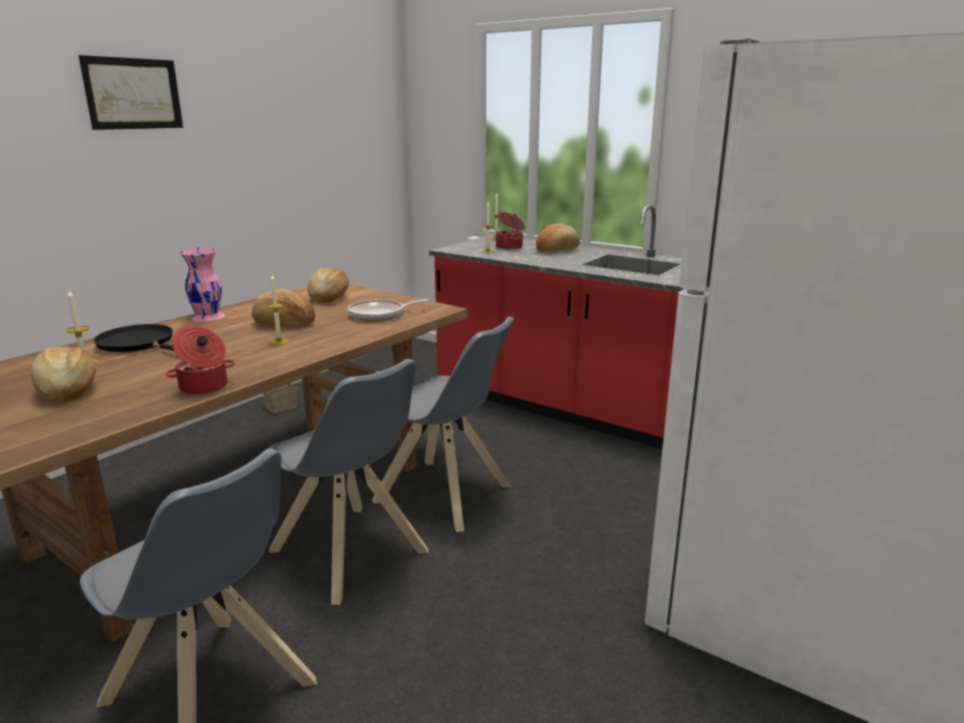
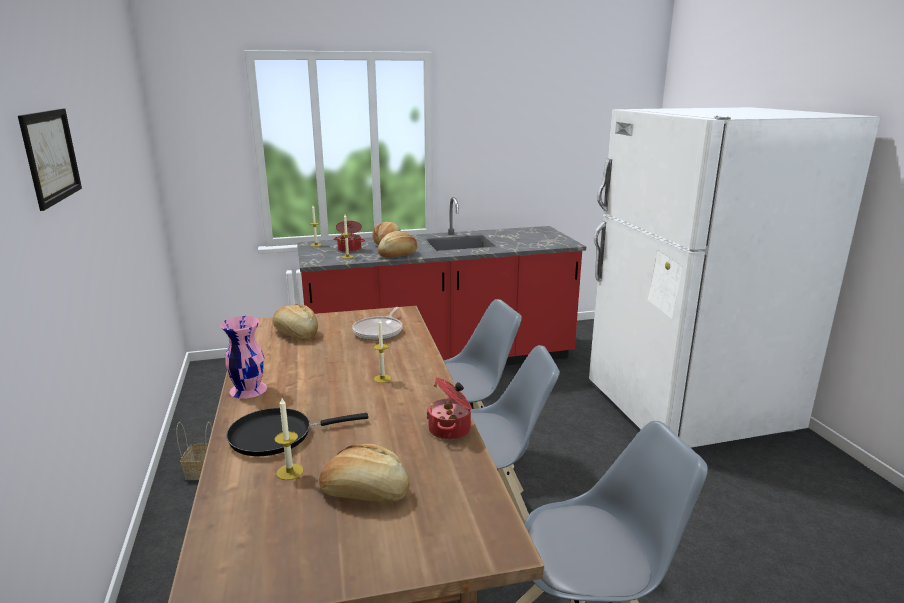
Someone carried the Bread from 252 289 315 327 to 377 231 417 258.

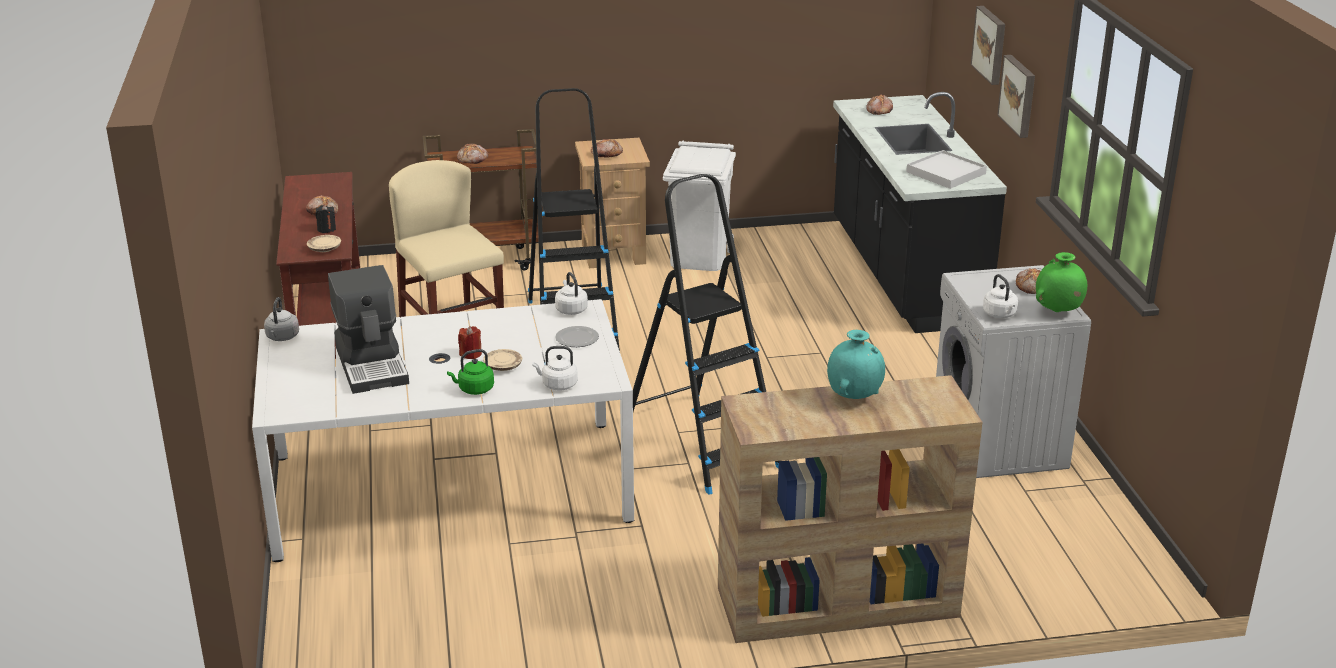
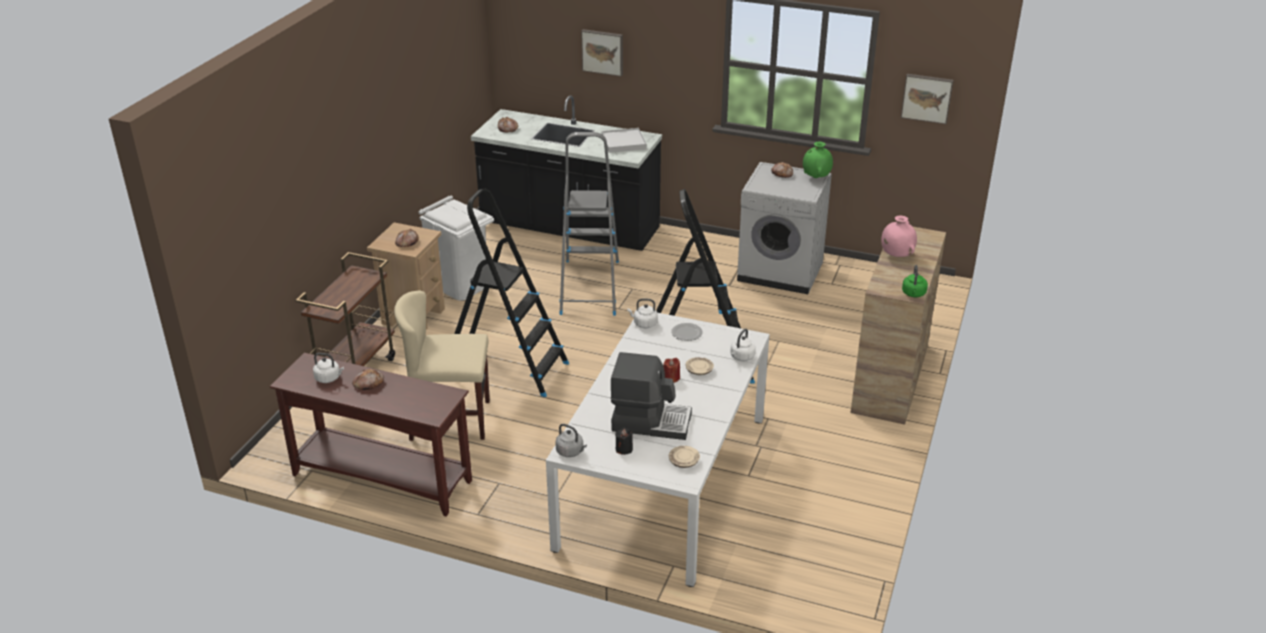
Someone took away the Bread at 457 144 488 164.
Someone put down the GreyStepLadder at 560 132 619 316.
Someone carried the BeigePlate from 307 235 341 252 to 669 446 700 468.
Someone carried the BlackCandle from 315 205 336 233 to 616 427 633 455.
Someone carried the GreenKettle from 447 349 494 395 to 902 265 928 297.
Someone carried the WhiteKettle from 983 274 1018 318 to 313 353 344 383.
Someone carried the Picture from 997 55 1035 138 to 901 74 953 124.
Someone repainted the TurquoiseVase at 827 330 885 399, which became the PinkVase at 881 216 917 257.

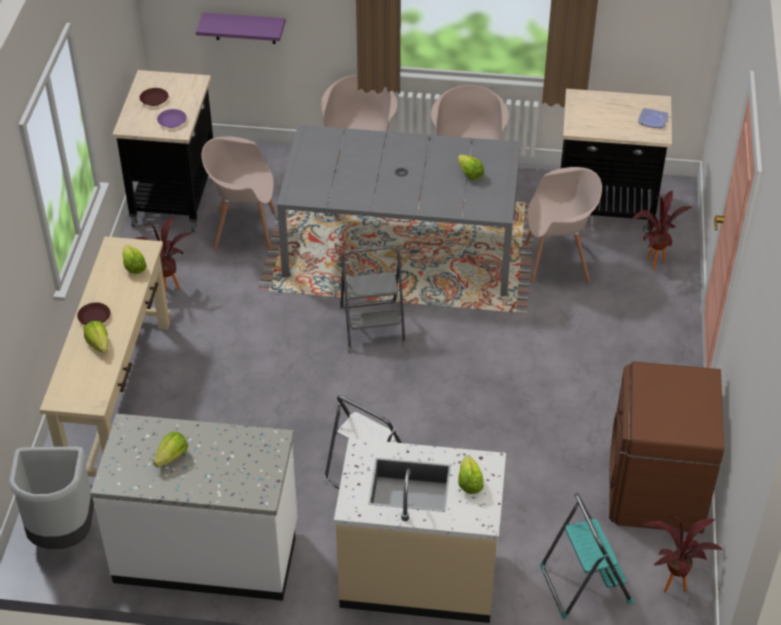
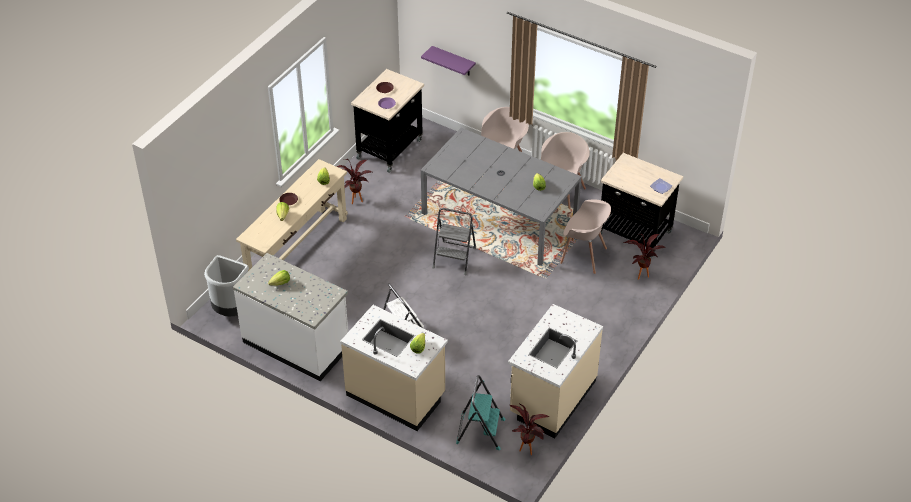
Someone took away the BeigeChair at 202 136 275 250.
Someone swapped the BrownWashingMachine at 609 362 724 534 for the BeigeCounter at 508 304 603 438.

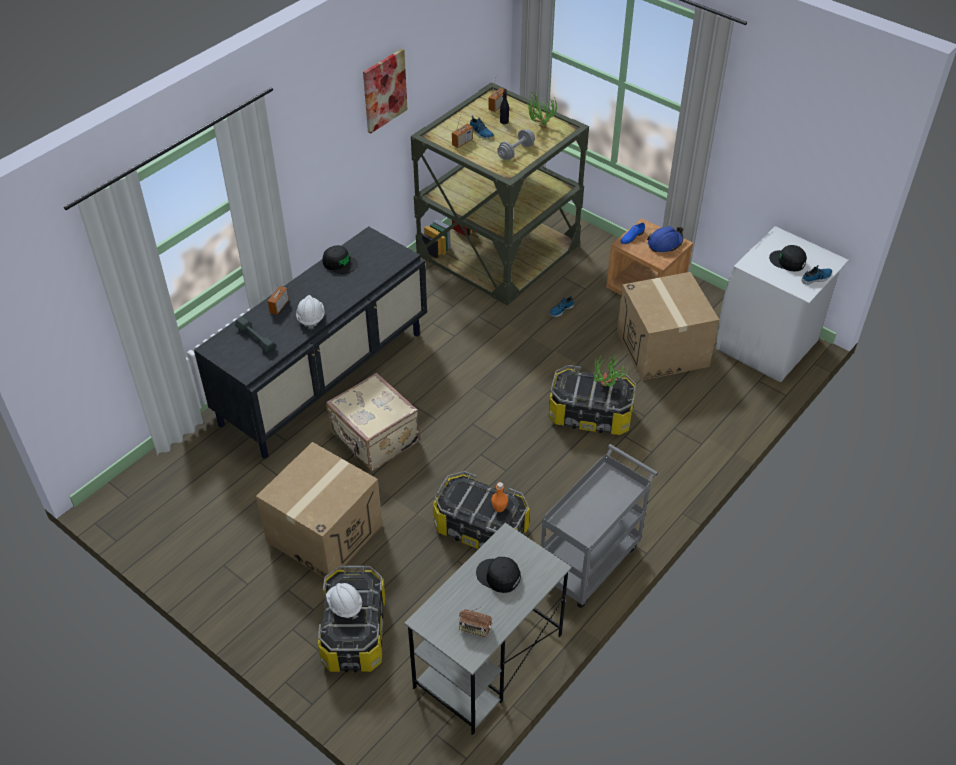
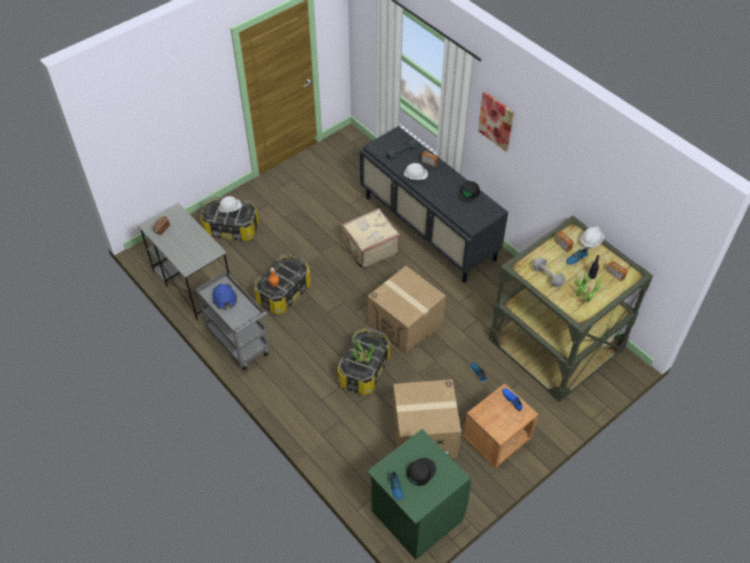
Someone took away the BlackCap at 476 557 521 593.
Someone put down the WhiteHardHat at 581 227 605 249.
Someone carried the CardboardBox from 256 442 382 578 to 368 266 446 356.
Someone carried the Picture from 363 49 408 134 to 478 91 514 152.
Someone carried the BlueHardHat from 647 226 683 252 to 212 283 237 309.
Someone repainted the WhiteWashingMachine at 716 226 849 382, which became the GreenWashingMachine at 367 429 471 560.

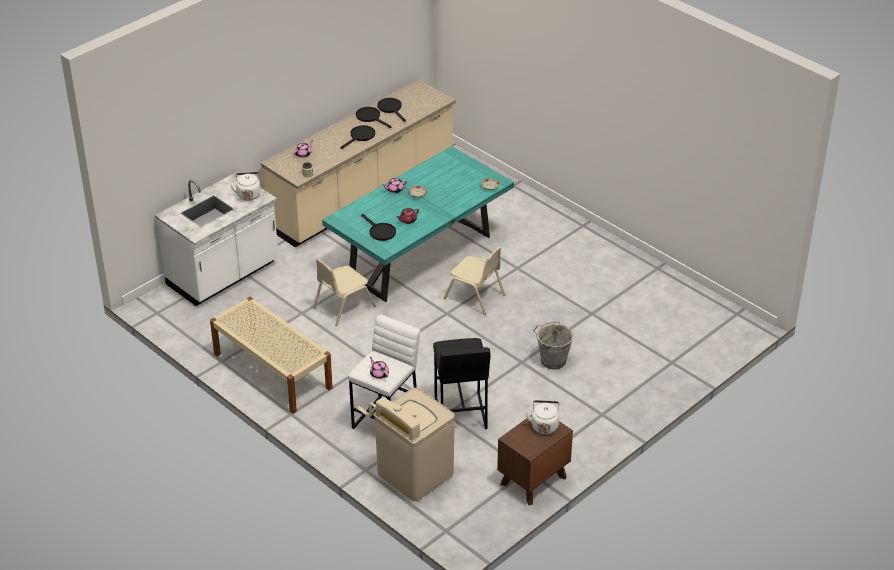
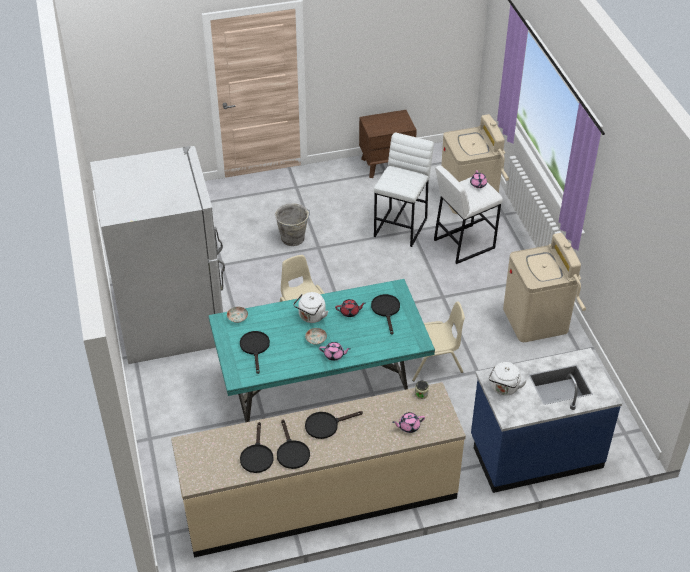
Someone put down the WhiteFridge at 90 146 225 364.
Someone put down the BlackFryingPan at 240 331 270 374.
Someone carried the WhiteKettle from 526 400 559 434 to 293 292 328 323.
Someone swapped the BeigeBench at 210 297 333 414 for the BeigeWashingMachine at 503 233 586 342.
Someone repainted the WhiteCounter at 155 172 278 306, which became the BlueCounter at 471 348 622 493.
Someone repainted the BlackStool at 433 338 491 429, which became the WhiteStool at 374 132 434 247.

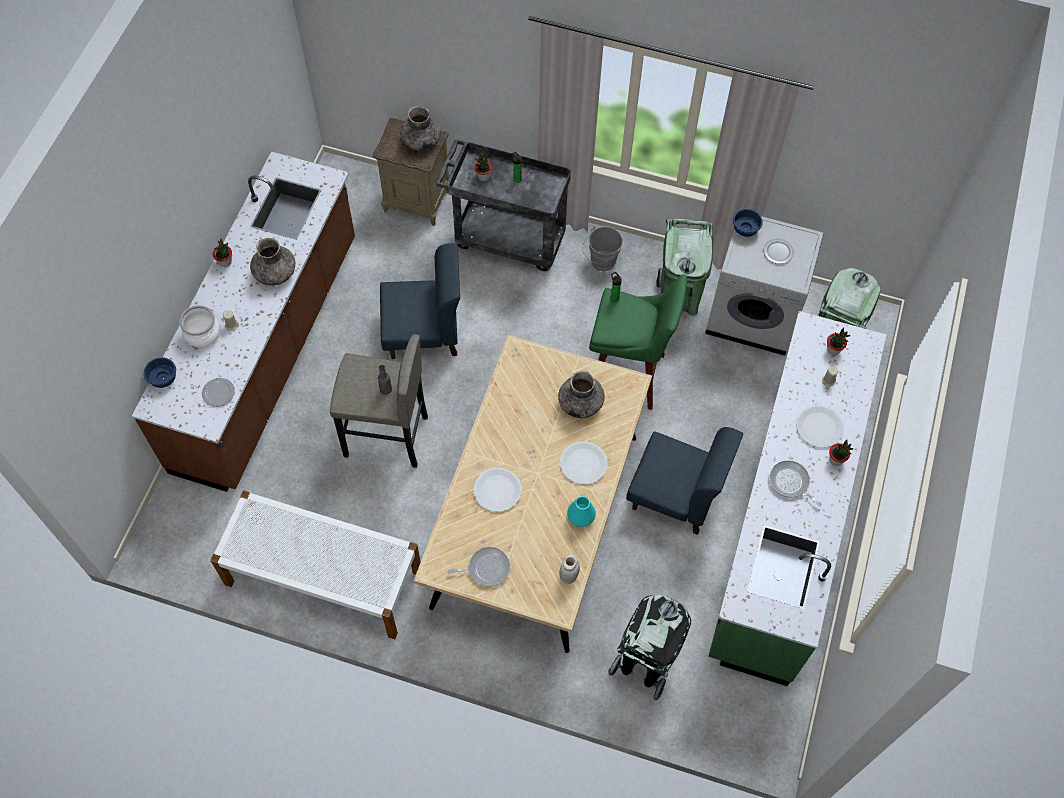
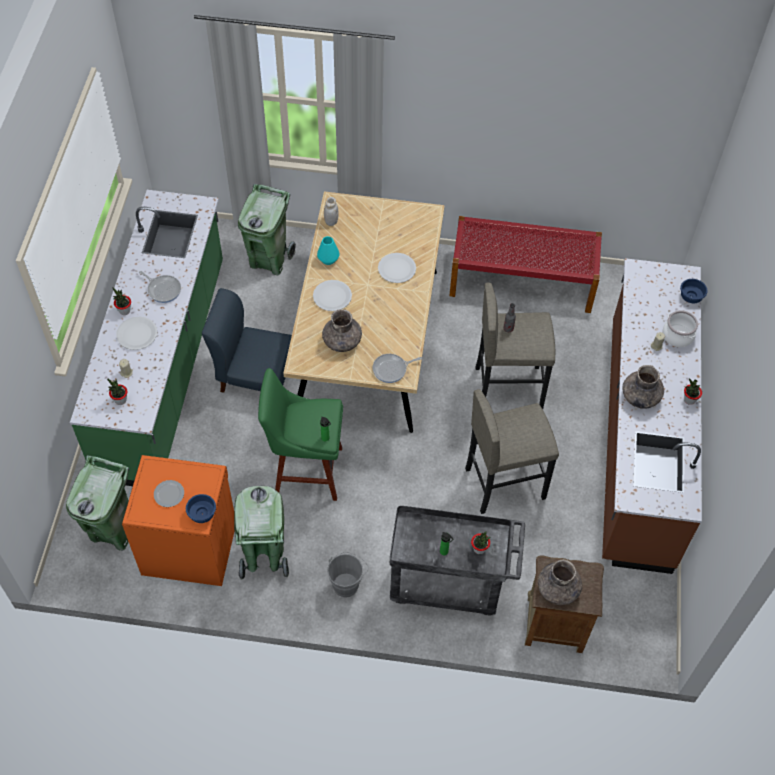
Someone took away the Plate at 202 378 235 407.
Someone carried the FryingPan from 448 547 511 586 to 373 354 422 383.
Someone swapped the BlueChair at 380 243 460 359 for the GreyStool at 465 389 559 514.
Someone repainted the WhiteBench at 210 490 421 639, which became the RedBench at 449 216 602 313.
Someone repainted the BlackTrashCan at 609 594 691 700, which became the GreenTrashCan at 238 184 296 275.
Someone repainted the WhiteWashingMachine at 705 216 824 356, which became the OrangeWashingMachine at 122 455 235 586.

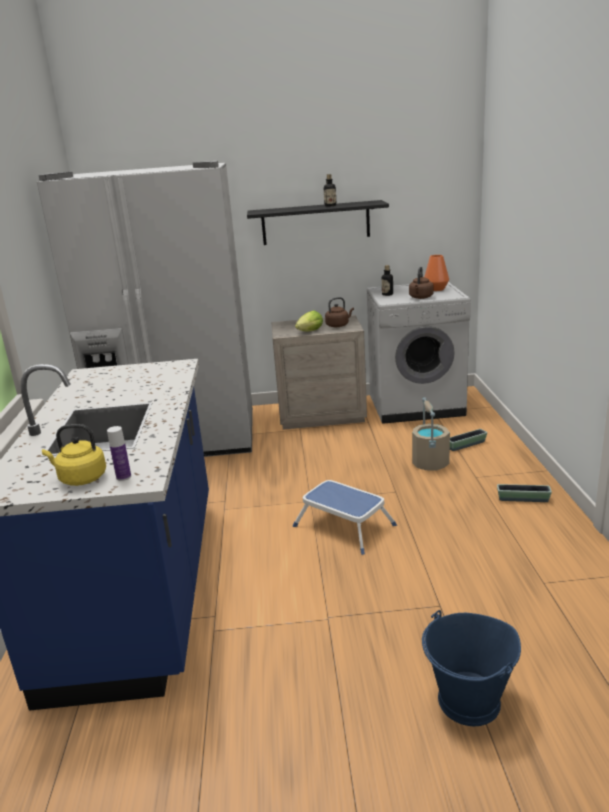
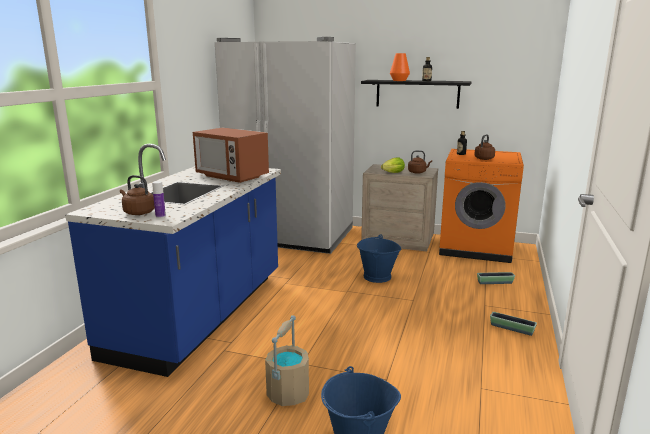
Someone took away the BlueStepLadder at 293 480 397 555.
Someone put down the Microwave at 193 128 269 183.
Someone put down the BlueBucket at 357 234 401 283.
Someone carried the BeigeBucket from 412 397 450 471 to 265 315 309 406.
Someone carried the OrangeVase from 424 255 449 291 to 390 53 410 81.
Someone repainted the YellowKettle at 42 424 106 486, which became the BrownKettle at 120 175 155 215.
Someone repainted the WhiteWashingMachine at 367 282 471 424, which became the OrangeWashingMachine at 439 149 524 263.

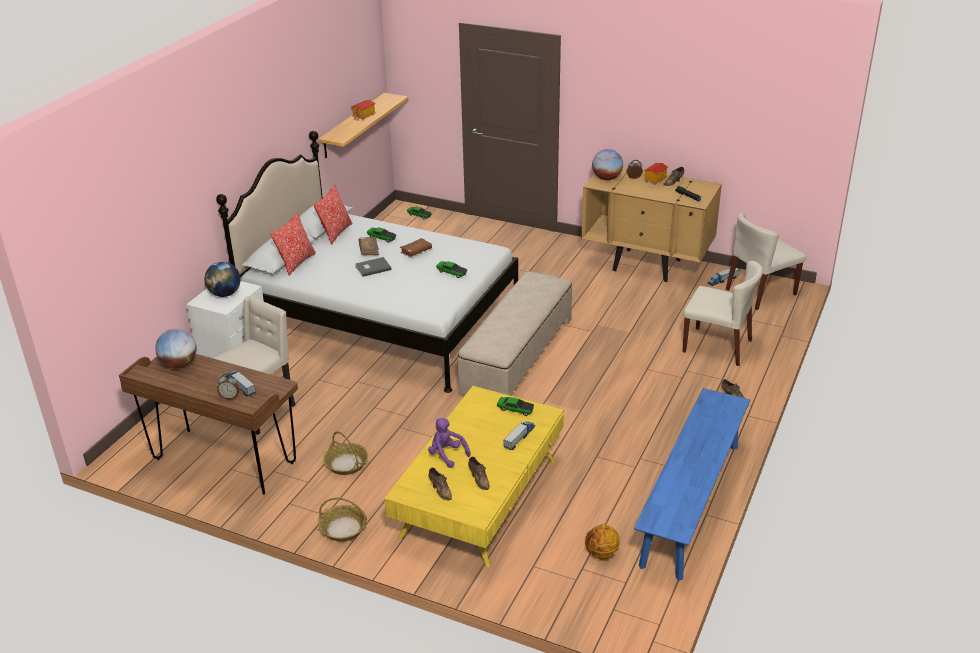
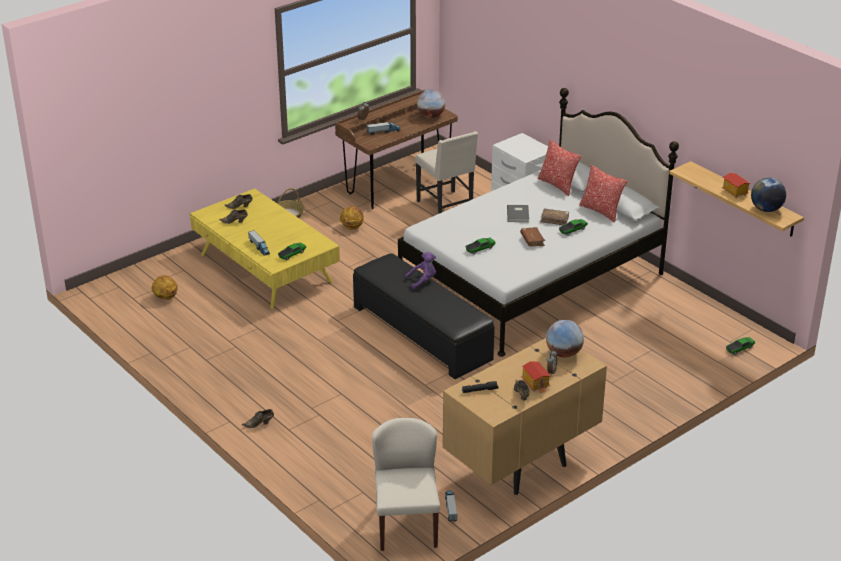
Someone took away the BlueBench at 634 388 750 581.
Someone took away the BeigeChair at 682 261 763 366.
Someone carried the Globe from 204 262 241 297 to 751 178 786 212.
Someone carried the PurplePlushToy from 428 418 471 468 to 405 252 436 289.
Someone swapped the Basket at 323 431 368 475 for the Basketball at 340 206 364 230.
Someone repainted the BeigeBench at 457 271 572 396, which became the BlackBench at 353 253 495 379.

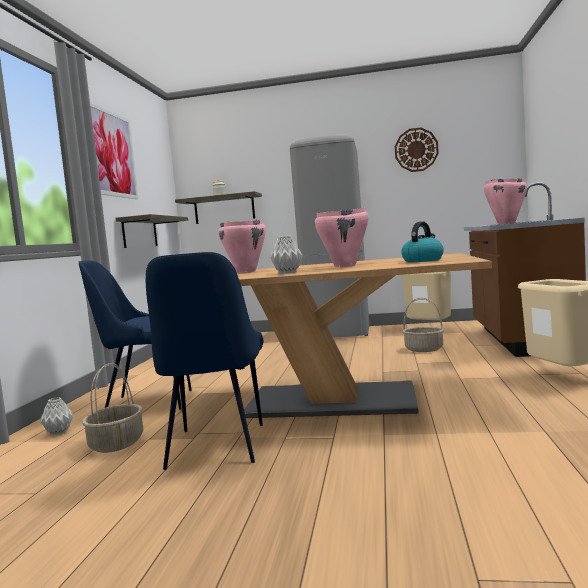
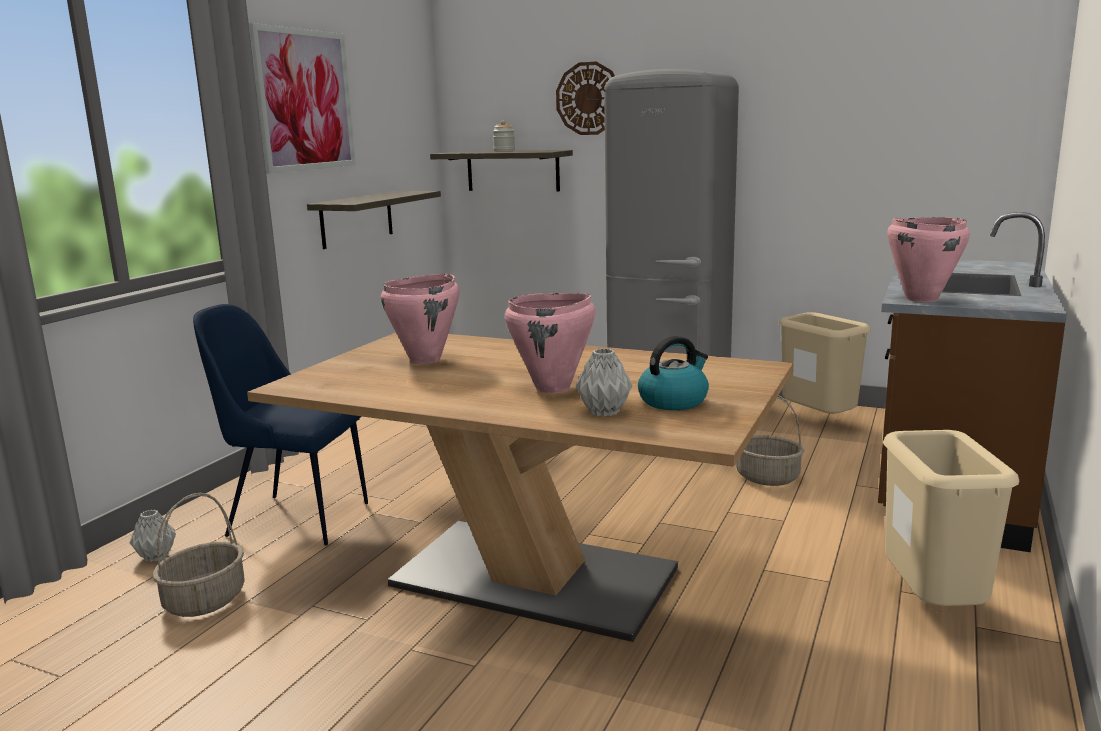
Someone took away the BlueChair at 146 252 264 470.
Someone carried the GreyVase from 270 235 303 274 to 576 348 633 417.
Someone carried the WallClock from 395 128 439 172 to 556 62 615 135.

